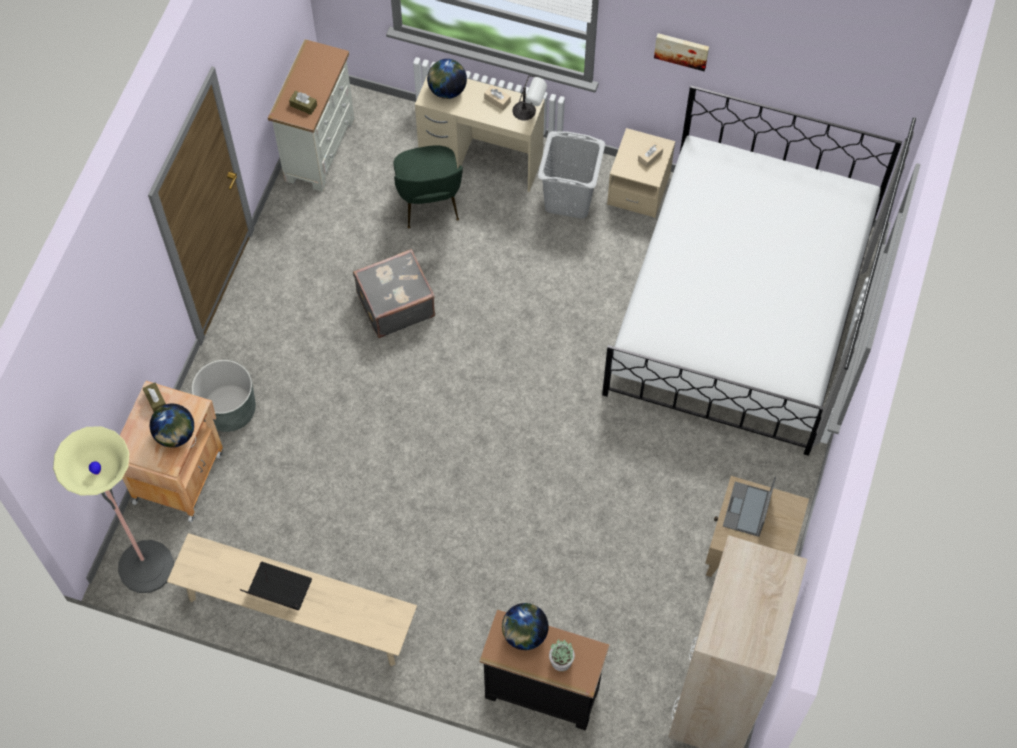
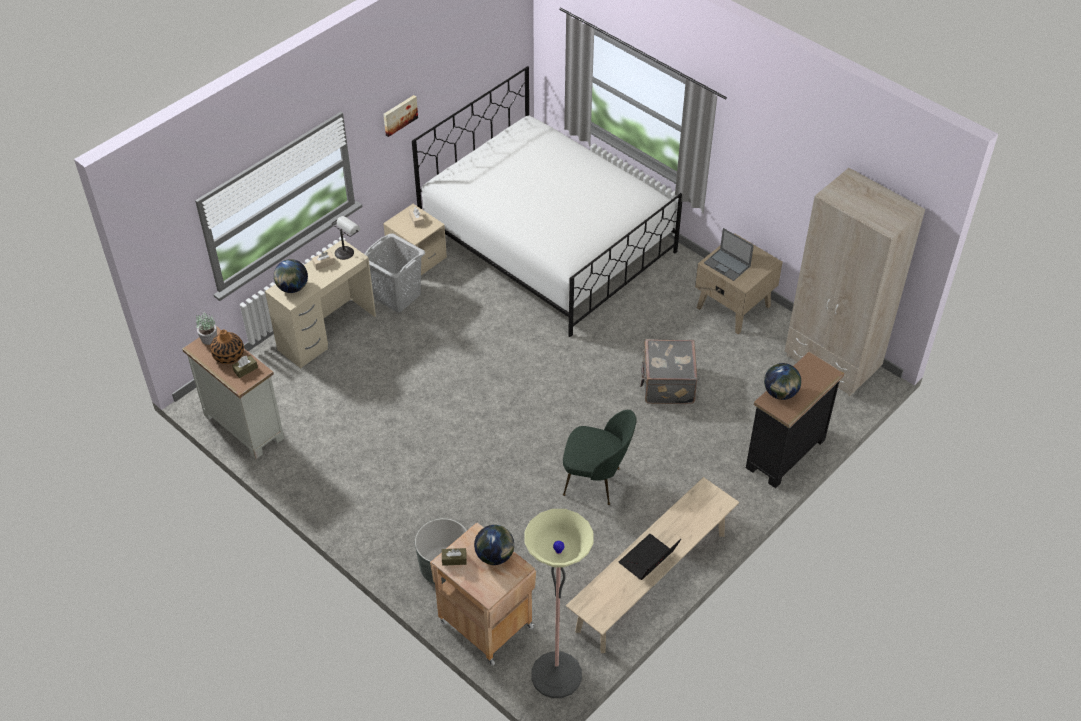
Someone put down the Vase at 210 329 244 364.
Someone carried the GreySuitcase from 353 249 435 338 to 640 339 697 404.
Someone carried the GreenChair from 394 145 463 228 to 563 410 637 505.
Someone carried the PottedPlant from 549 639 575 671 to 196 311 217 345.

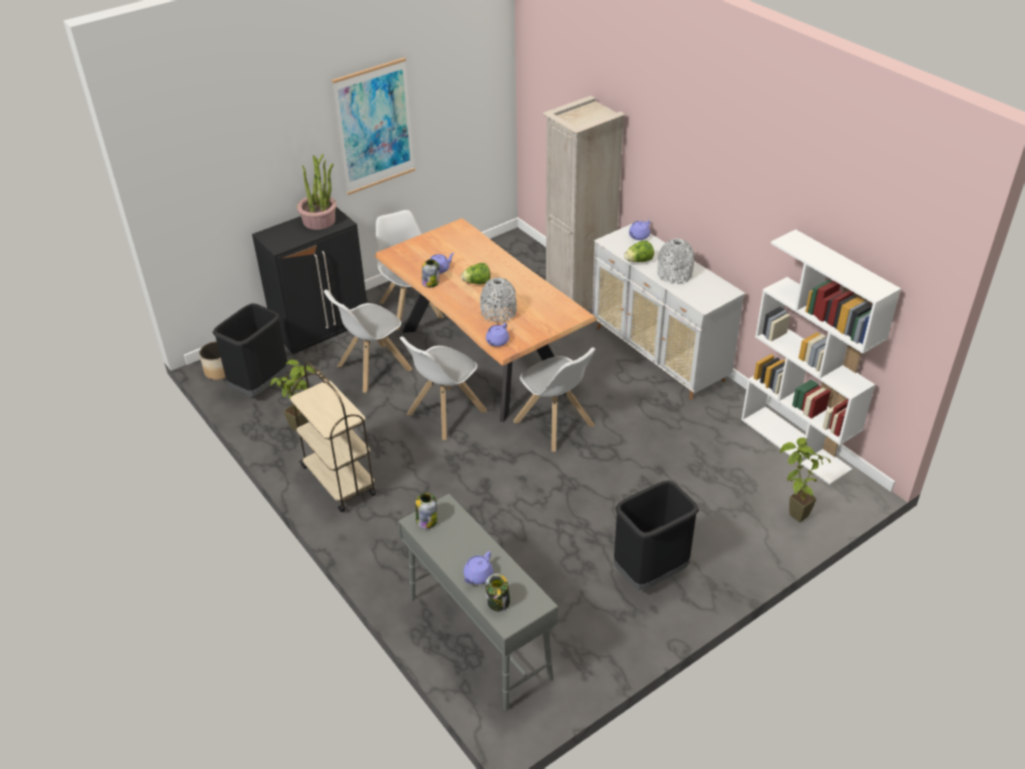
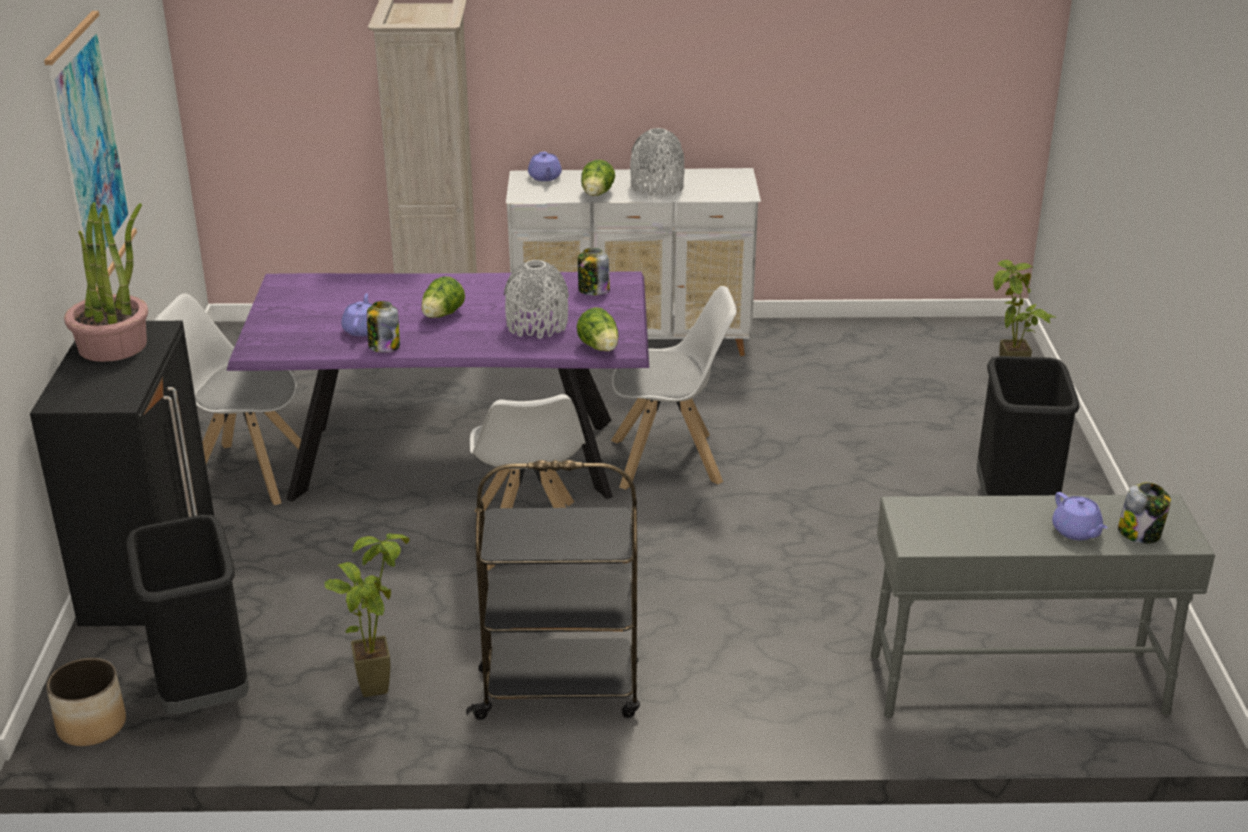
Someone took away the Chair at 324 290 413 392.
Someone took away the WhiteBookcase at 741 229 901 485.
Someone carried the Jar from 416 493 437 529 to 578 248 610 295.
Someone swapped the PurpleTeapot at 486 323 509 347 for the Lettuce at 577 307 618 351.
Someone repainted the BeigeCart at 290 362 377 512, which became the BlackCart at 466 460 640 720.
Someone repainted the BrownDiningTable at 375 218 597 422, which became the PurpleDiningTable at 227 271 649 502.

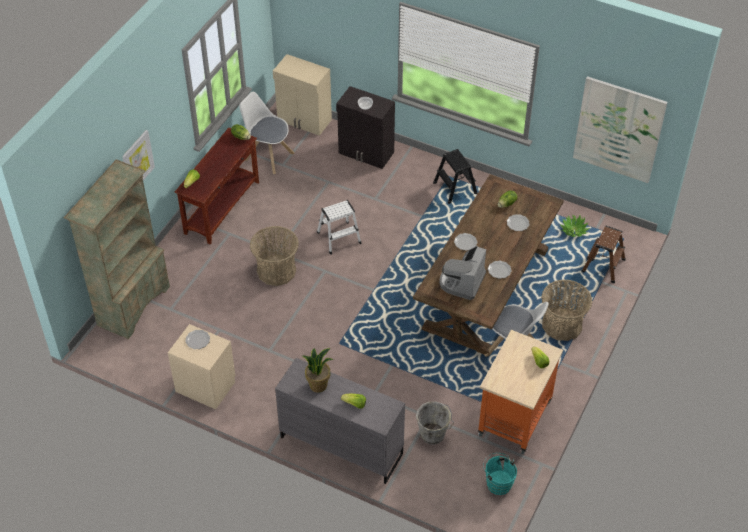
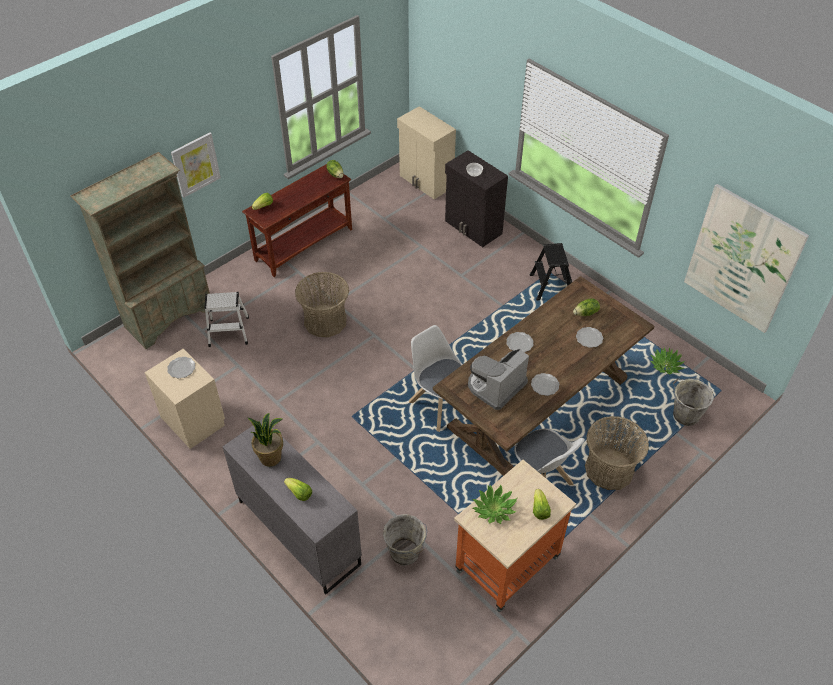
Someone took away the TurquoiseBucket at 483 453 517 495.
Someone put down the PottedPlant at 472 485 517 524.
Someone carried the Chair from 239 92 295 174 to 409 325 463 432.
Someone carried the WhiteStepLadder from 317 200 362 255 to 204 292 249 347.
Someone swapped the BrownStepLadder at 581 225 626 283 for the GreyBucket at 672 378 714 426.

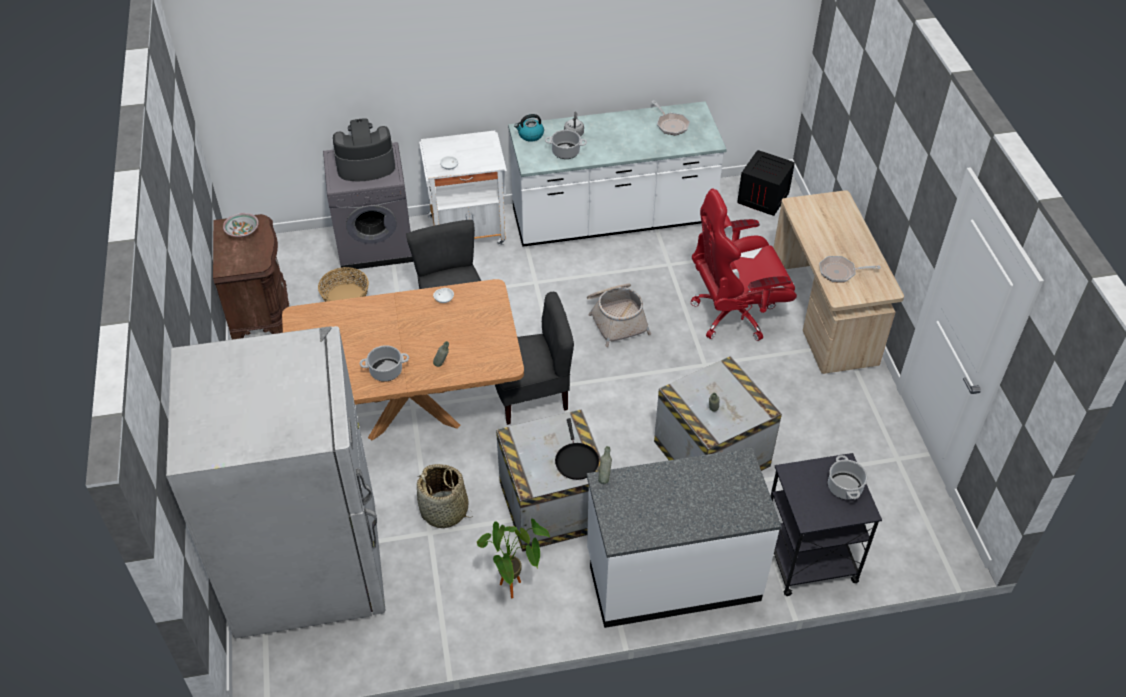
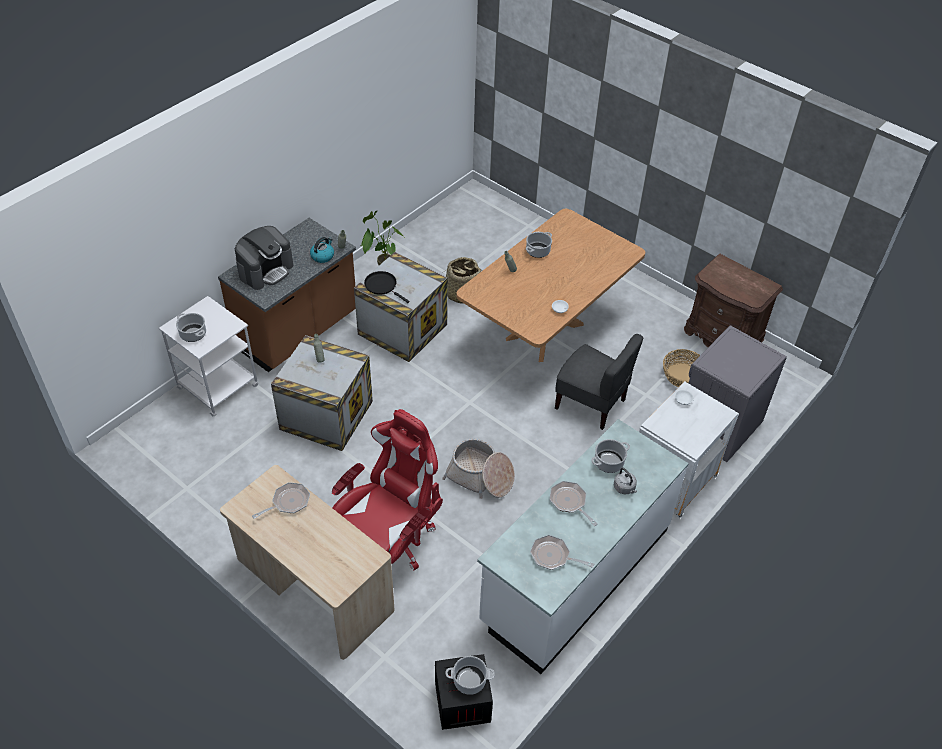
Someone took away the WhiteFridge at 166 326 386 639.
Someone took away the Bowl at 223 213 259 237.
Someone took away the GreyChair at 495 292 574 425.
Someone put down the CookingPot at 445 656 495 695.
Someone put down the FryingPan at 549 481 598 526.
Someone carried the CoffeeMachine from 333 118 395 181 to 235 226 293 290.
Someone carried the Kettle from 514 114 544 142 to 310 237 334 263.
Someone repainted the WhiteCounter at 587 448 782 628, which became the BrownCounter at 218 218 356 372.
Someone repainted the BlackCart at 770 453 882 596, which became the WhiteCart at 159 296 259 416.

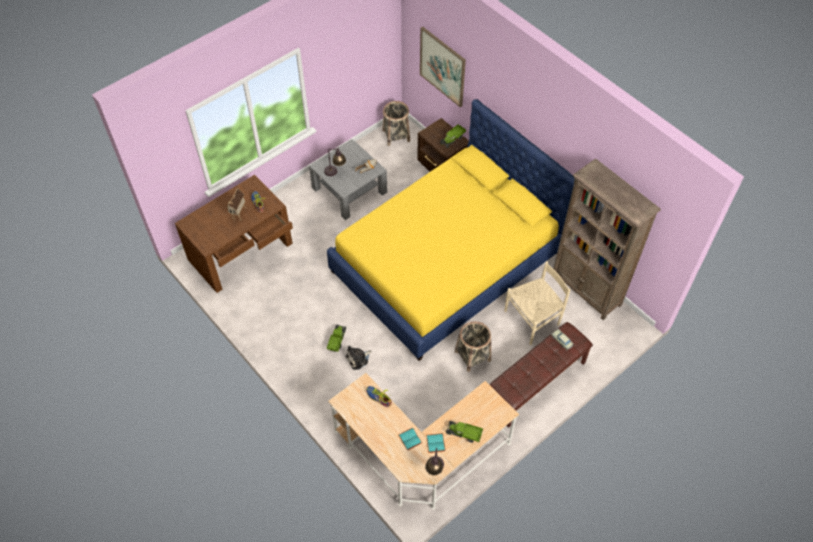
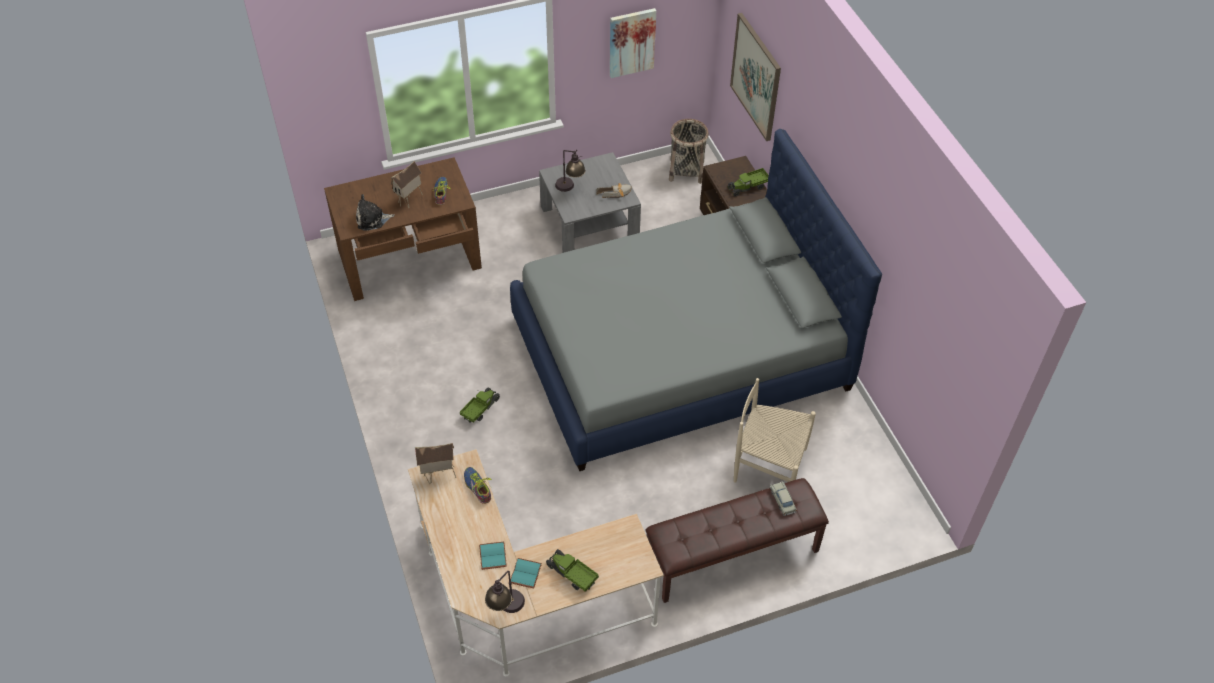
Someone took away the Basket at 455 321 491 372.
Someone took away the BrownBookcase at 553 159 661 320.
Someone put down the ToyHouse at 415 443 456 484.
Someone put up the Picture at 610 8 656 78.
Someone carried the PlushToy from 345 346 371 370 to 356 194 395 231.
Someone repainted the YellowBed at 327 99 575 361, which became the GreyBed at 510 129 882 471.
Someone rotated the BeigeChair at 504 261 570 345 by 150 degrees counterclockwise.

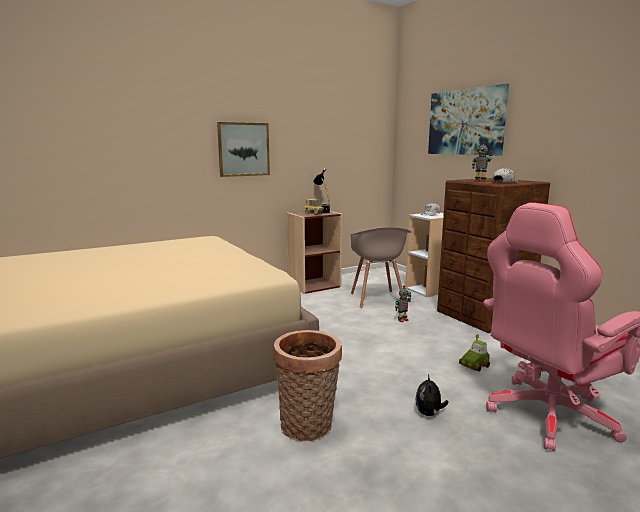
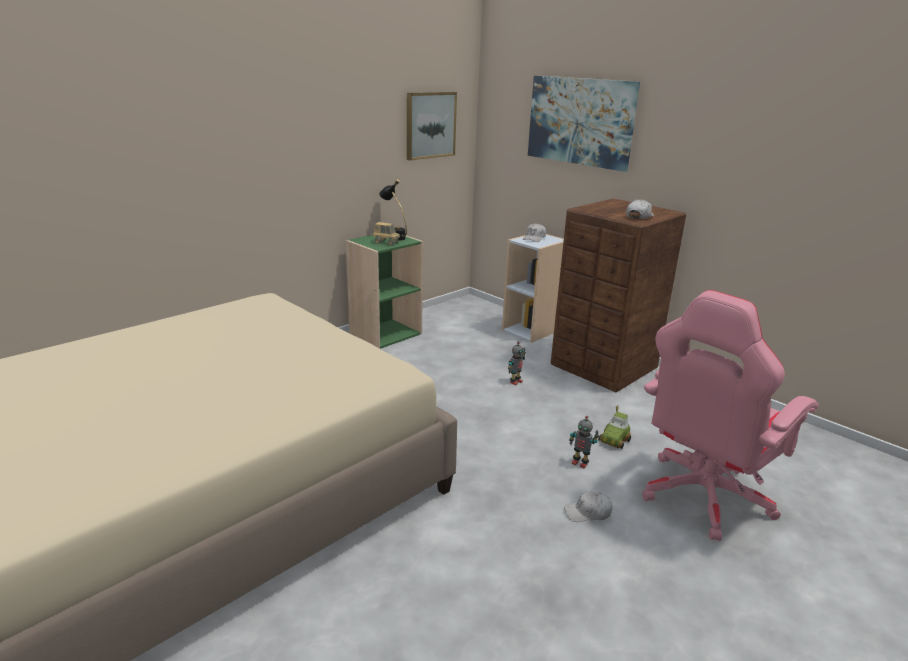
Someone took away the Basket at 273 330 342 441.
Someone took away the BeigeChair at 349 227 411 308.
Someone carried the Picture from 217 122 270 177 to 407 92 457 160.
Someone carried the ToyRobot from 472 142 492 182 to 569 416 599 468.
Someone swapped the PlushToy at 415 374 448 416 for the WhiteCap at 564 491 613 522.
Someone repainted the BrownBookcase at 286 210 342 294, which became the GreenBookcase at 346 235 423 349.

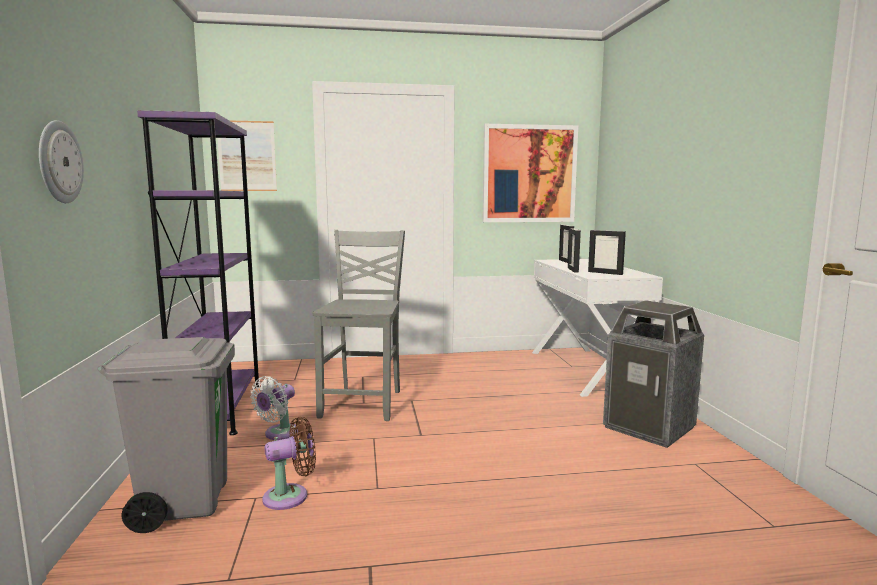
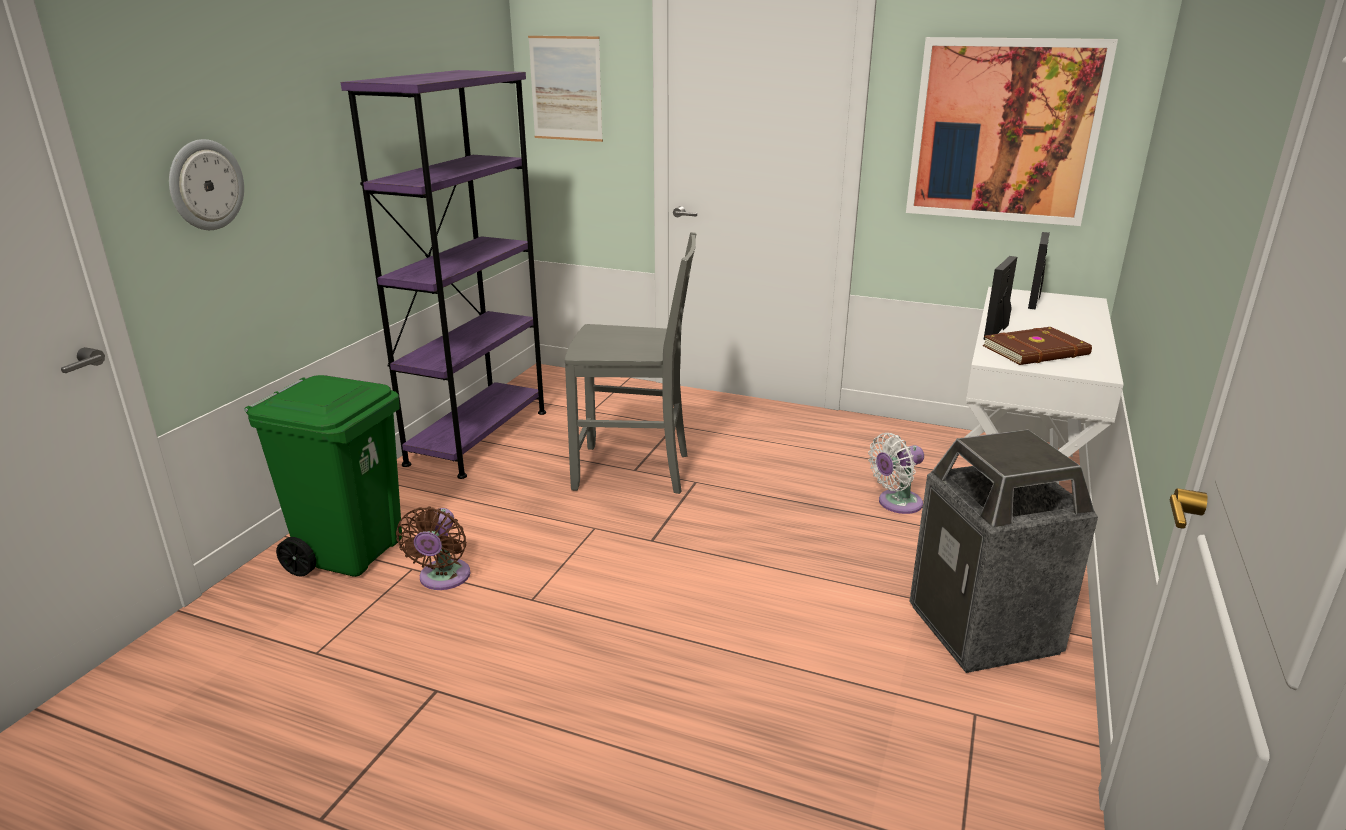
Someone carried the WhiteFan from 250 376 298 440 to 868 433 924 514.
Someone swapped the PictureFrame at 588 230 626 275 for the BrownBook at 982 327 1092 365.
Someone repainted the GreyTrashCan at 97 337 235 533, which became the GreenTrashCan at 244 375 402 577.
Someone rotated the BrownFan at 262 417 316 510 by 90 degrees clockwise.
Someone rotated the GreyChair at 313 230 405 421 by 60 degrees clockwise.

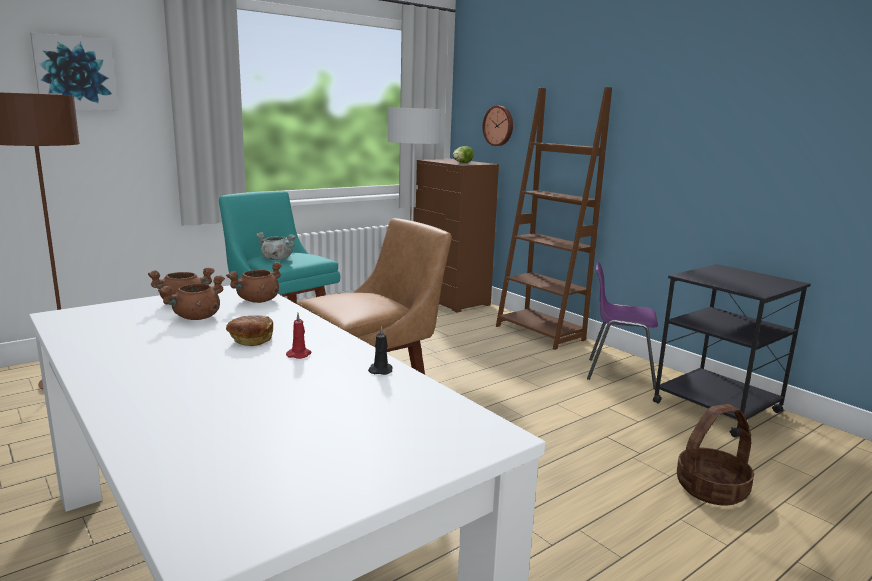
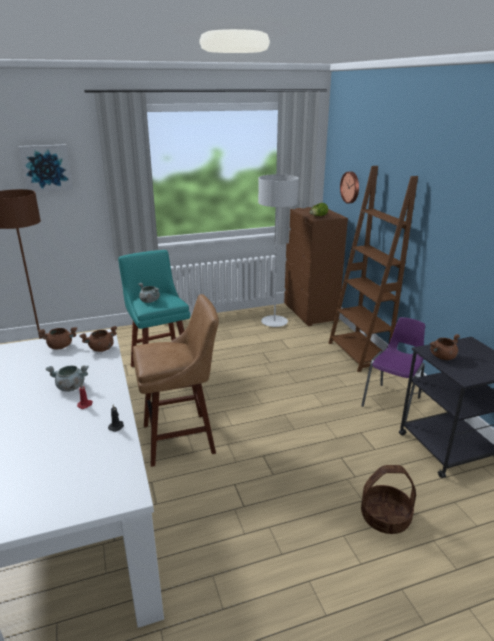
Someone carried the BrownCookingPot from 158 275 225 320 to 429 334 460 360.
Someone swapped the Bread at 226 315 273 346 for the GreyCookingPot at 46 365 89 392.
Someone rotated the PurpleChair at 587 262 658 390 by 90 degrees clockwise.

